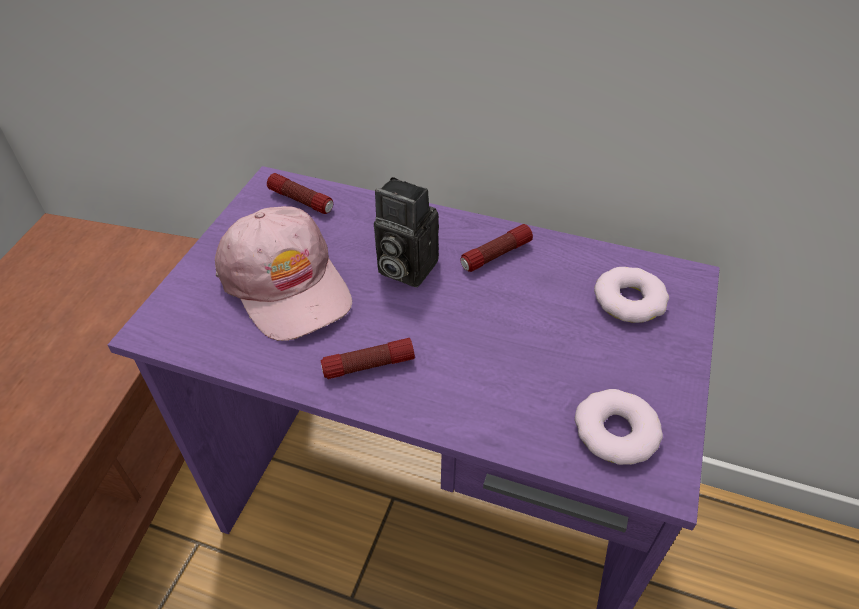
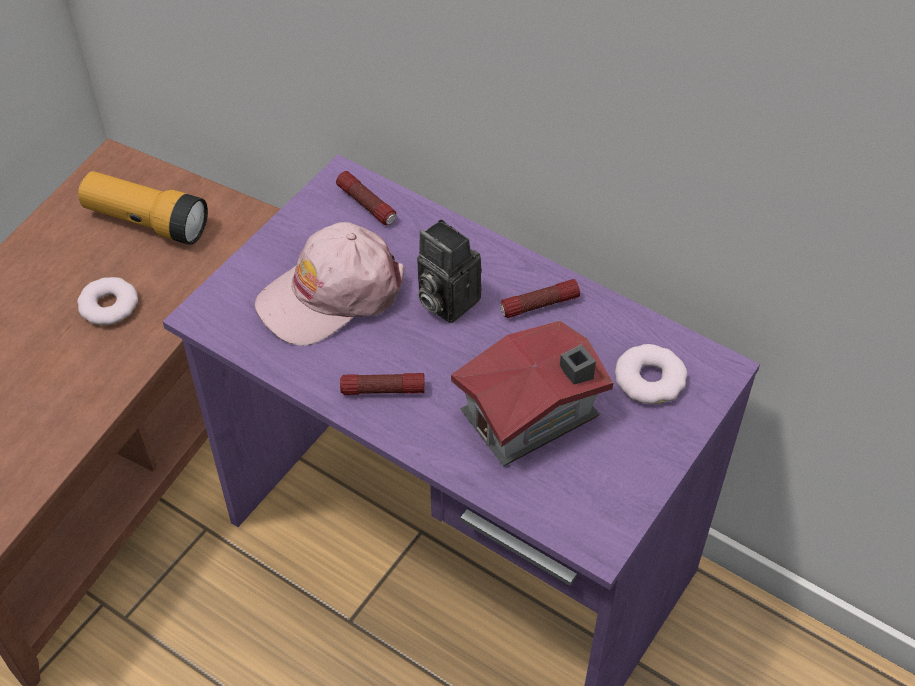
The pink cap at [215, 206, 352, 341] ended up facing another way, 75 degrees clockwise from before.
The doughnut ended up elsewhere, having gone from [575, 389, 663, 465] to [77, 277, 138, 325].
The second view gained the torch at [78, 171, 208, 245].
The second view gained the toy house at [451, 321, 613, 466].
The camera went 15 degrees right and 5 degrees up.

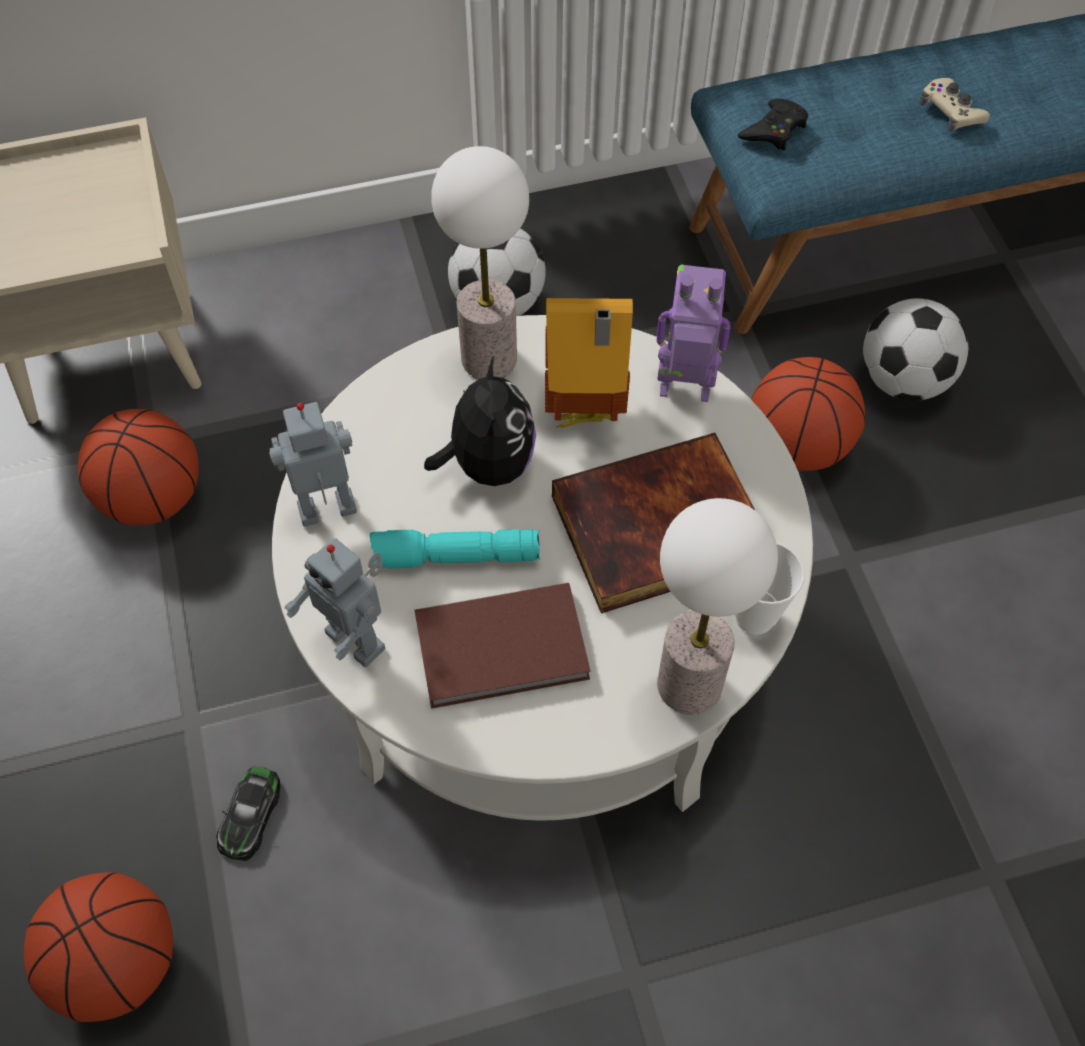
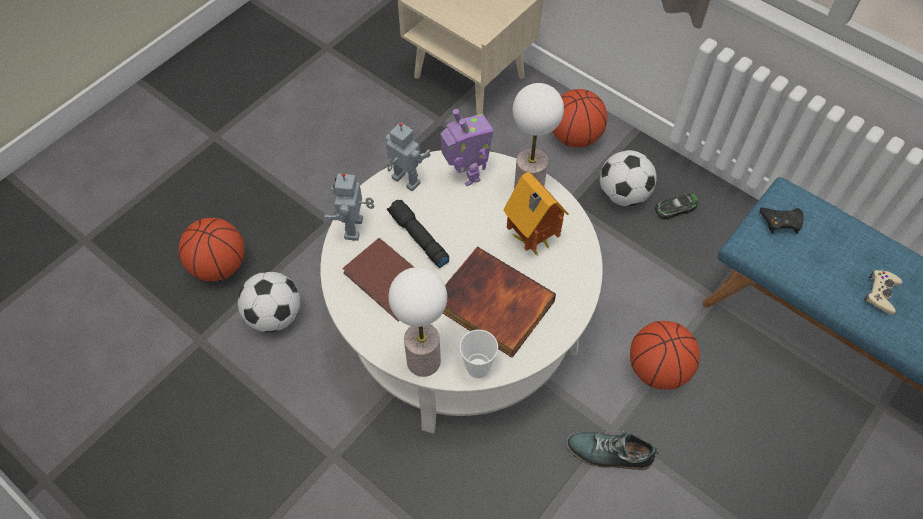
The robot figure ended up elsewhere, having gone from [656, 264, 731, 402] to [440, 109, 493, 186].
The ball for football ended up elsewhere, having gone from [863, 298, 968, 401] to [238, 271, 300, 332].
The second view lost the soft toy at [424, 357, 536, 486].
The basketball ended up elsewhere, having gone from [78, 409, 199, 525] to [552, 89, 607, 148].
What was the blue-green torch at [370, 529, 540, 568] turned into the black torch at [387, 200, 449, 268].
The model car ended up elsewhere, having gone from [217, 765, 280, 861] to [655, 193, 698, 220].
The second view gained the item of footwear at [566, 431, 661, 470].
The camera went 55 degrees right and 0 degrees up.

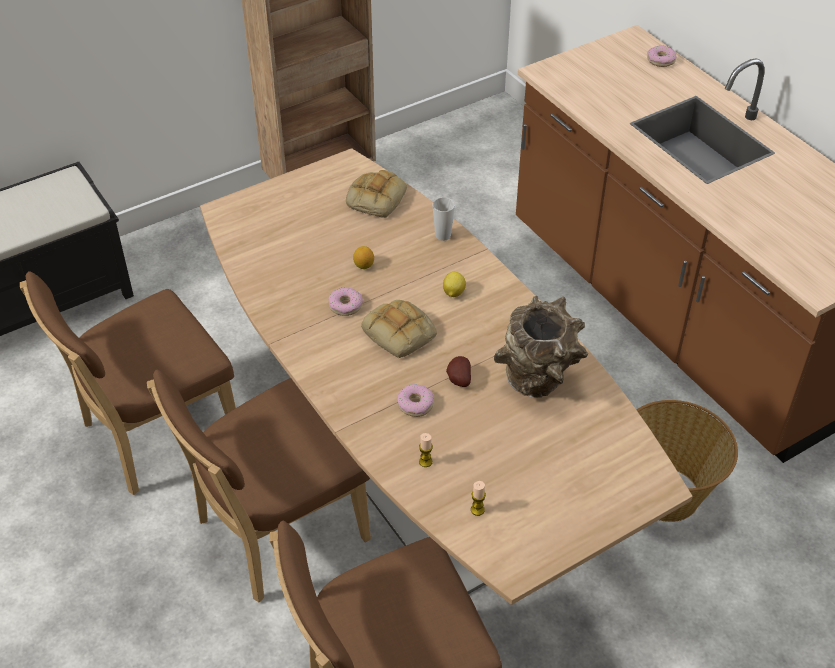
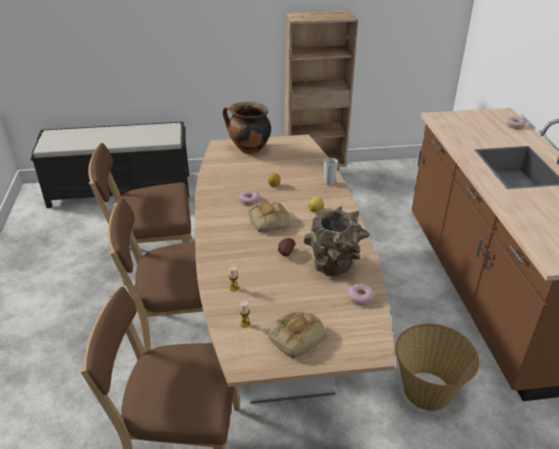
The bread ended up elsewhere, having gone from [346, 170, 407, 218] to [268, 312, 327, 359].
The doughnut ended up elsewhere, having gone from [397, 384, 434, 417] to [348, 283, 374, 305].
The second view gained the saucepot at [222, 102, 271, 154].
The camera went 25 degrees right and 10 degrees down.

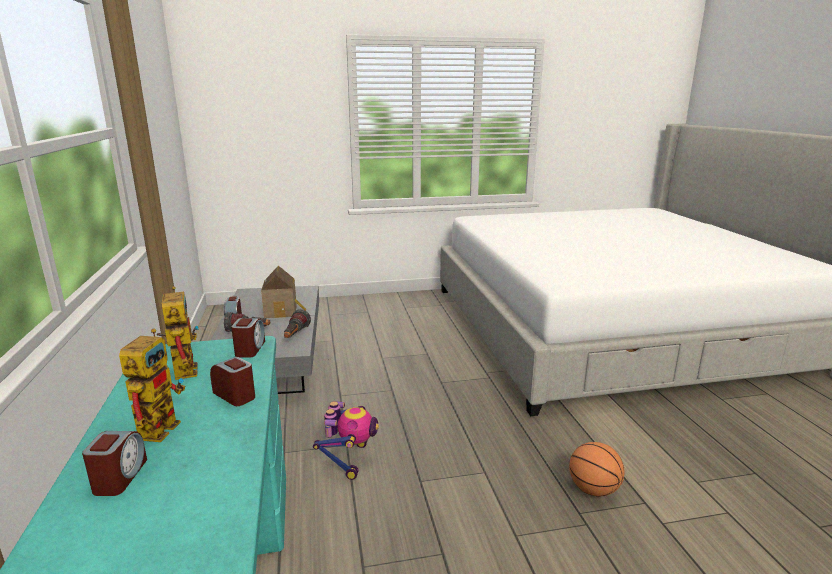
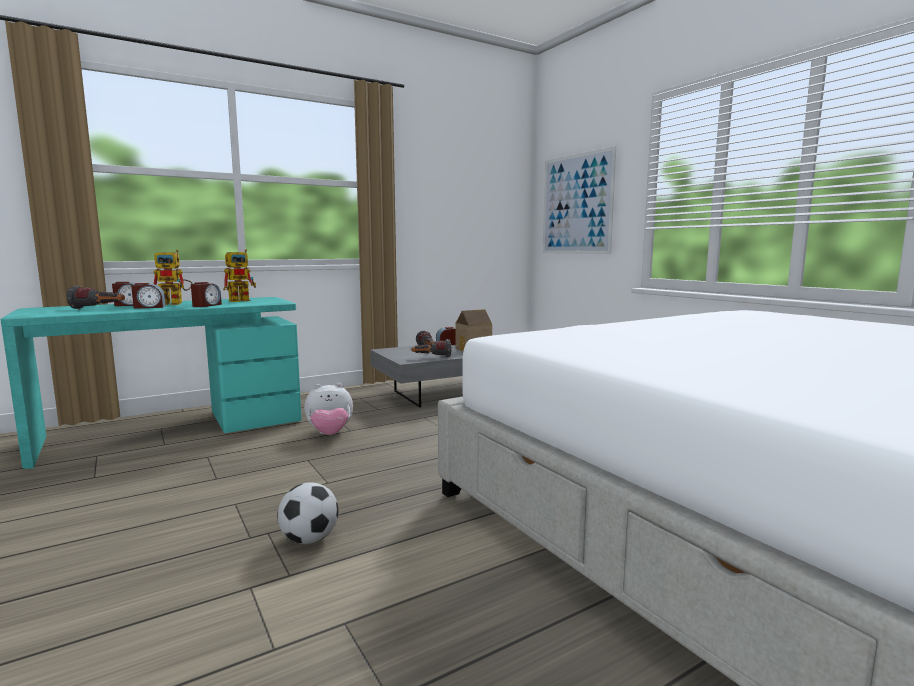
The alarm clock ended up elsewhere, having gone from [231, 318, 265, 358] to [131, 283, 166, 309].
Where the robot figure stood at [313, 401, 379, 480], the soft toy came to stand at [304, 383, 353, 435].
Where the basketball stood at [569, 442, 625, 496], the ball for football came to stand at [277, 482, 338, 544].
The second view gained the wall picture at [543, 146, 616, 254].
The second view gained the torch at [67, 286, 125, 309].
The camera went 70 degrees right and 10 degrees down.

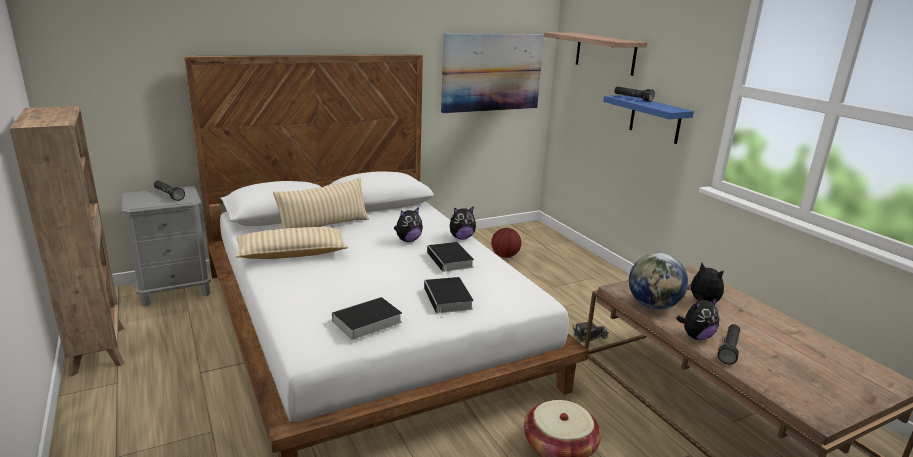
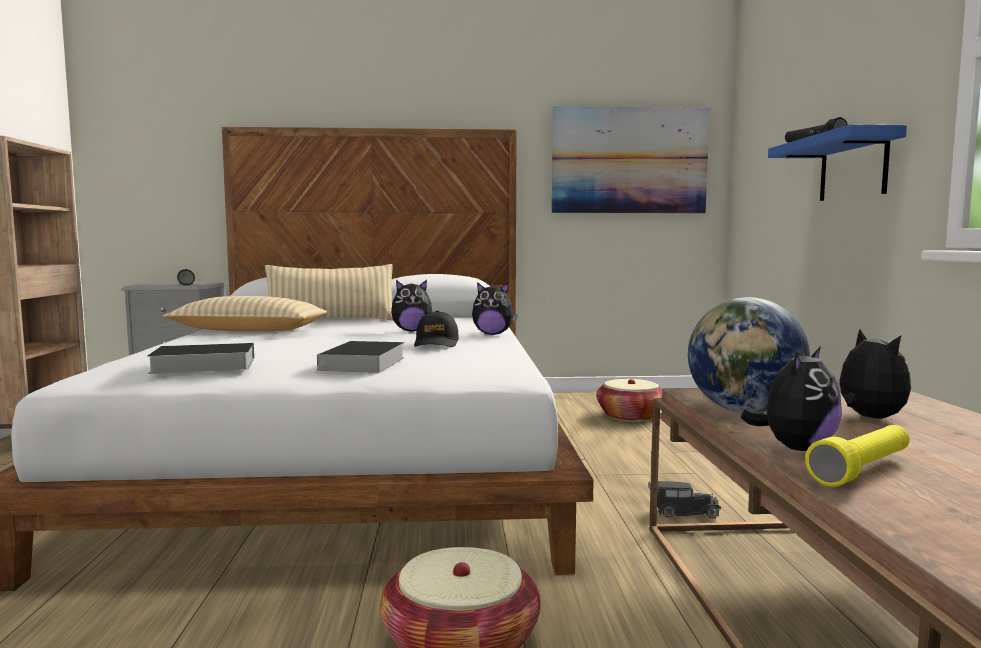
The second view lost the bracket shelf at [544, 32, 647, 76].
Where the basketball stood at [491, 228, 521, 258], the storage basket came to stand at [596, 379, 662, 422].
Where the bound book stood at [427, 242, 474, 275], the black cap came to stand at [414, 311, 459, 347].
The soft toy at [676, 297, 719, 340] ended up facing another way, 45 degrees counterclockwise from before.
What was the black torch at [718, 324, 740, 364] turned into the yellow torch at [805, 425, 910, 487].
The camera went 25 degrees right and 15 degrees down.

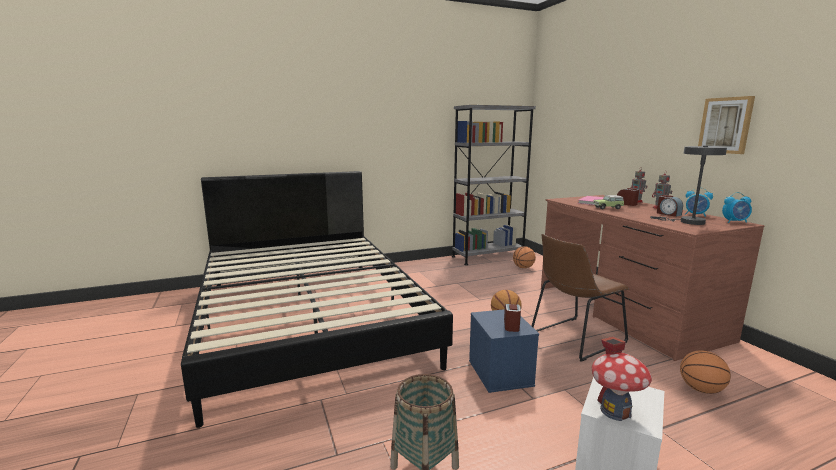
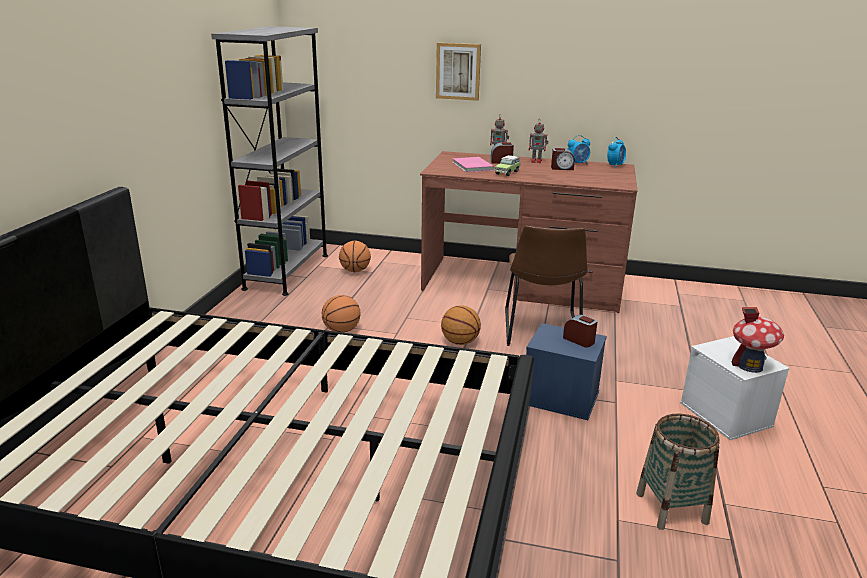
The wall picture ended up elsewhere, having gone from [698, 96, 755, 154] to [436, 43, 481, 101].
The second view lost the greyish lamp for a table at [650, 146, 727, 225].
The basketball ended up elsewhere, having gone from [680, 350, 731, 394] to [322, 295, 360, 333].
The camera went 55 degrees left and 10 degrees up.

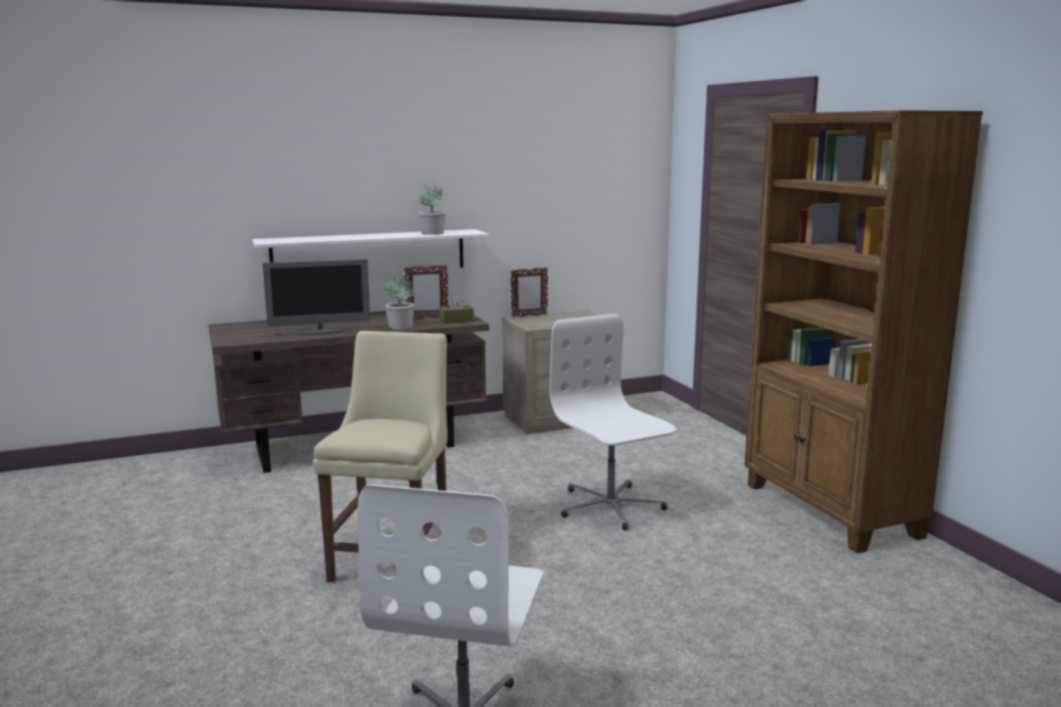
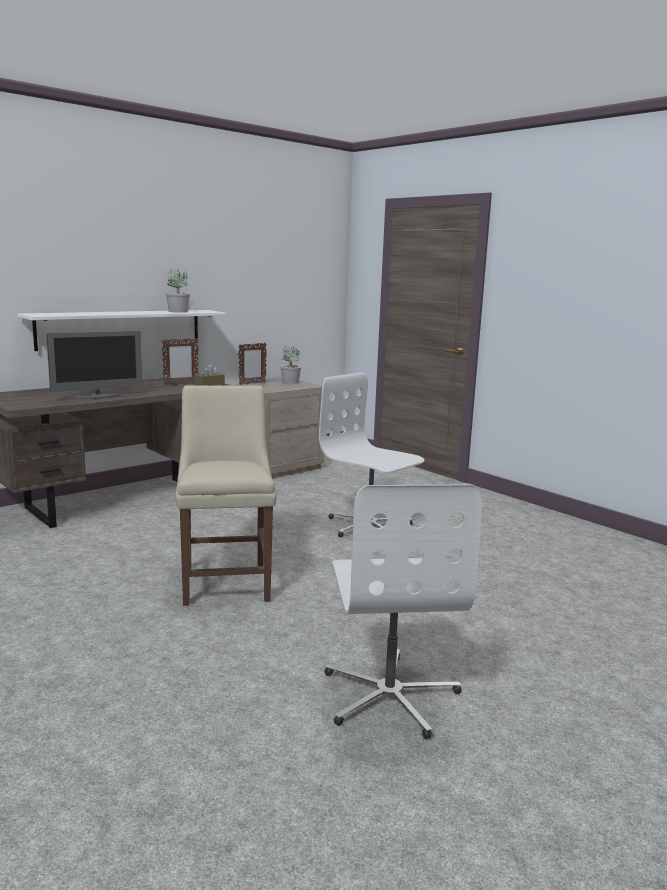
The second view lost the brownish shelving unit at [744, 110, 983, 553].
The houseplant ended up elsewhere, having gone from [385, 274, 414, 329] to [280, 345, 301, 384].
The camera went 20 degrees left and 0 degrees up.

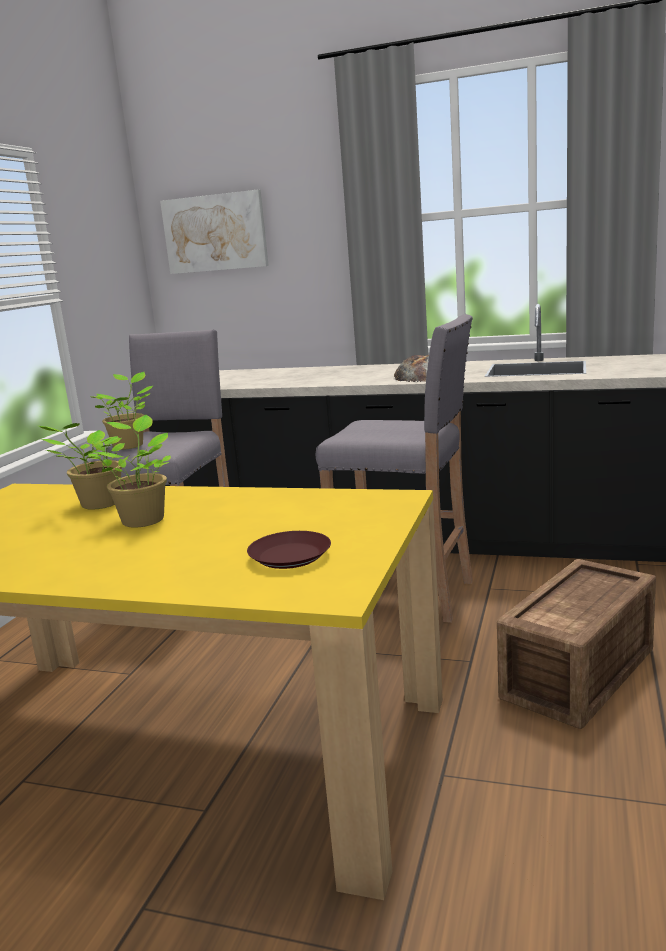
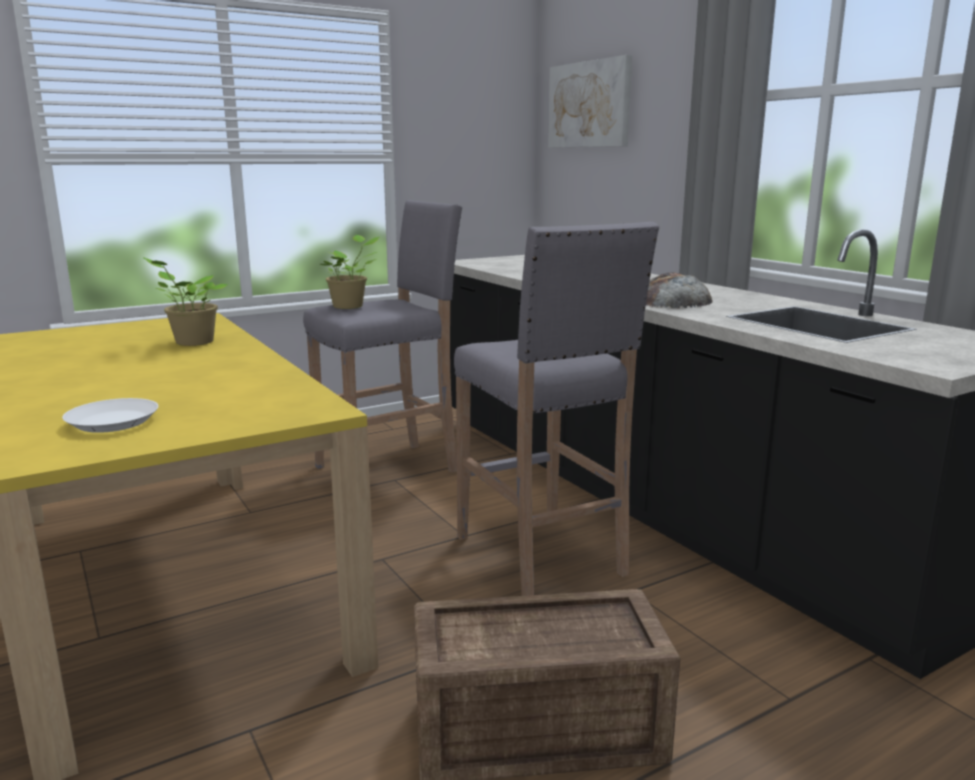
The second view lost the houseplant at [87, 415, 171, 528].
What was the brownish plate at [247, 531, 331, 569] turned into the whitish plate at [62, 398, 158, 433].
The camera went 40 degrees right and 0 degrees up.

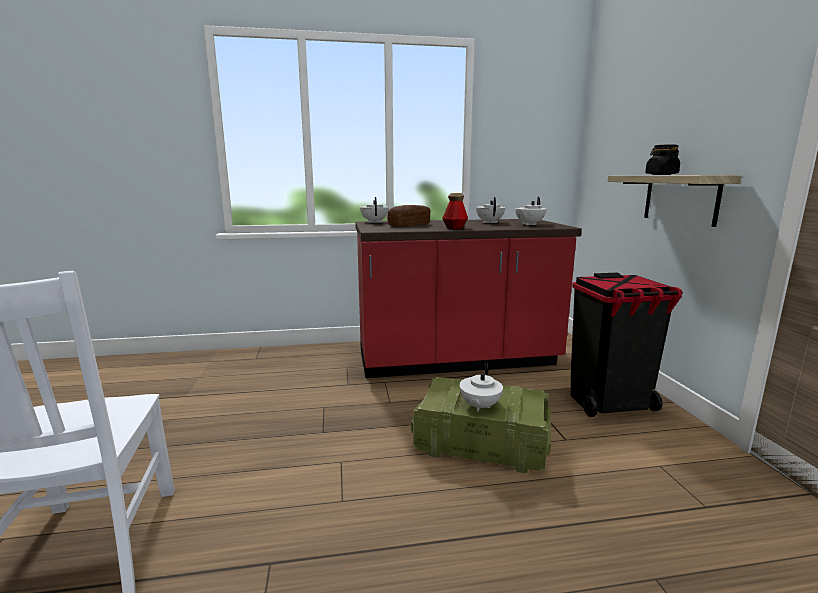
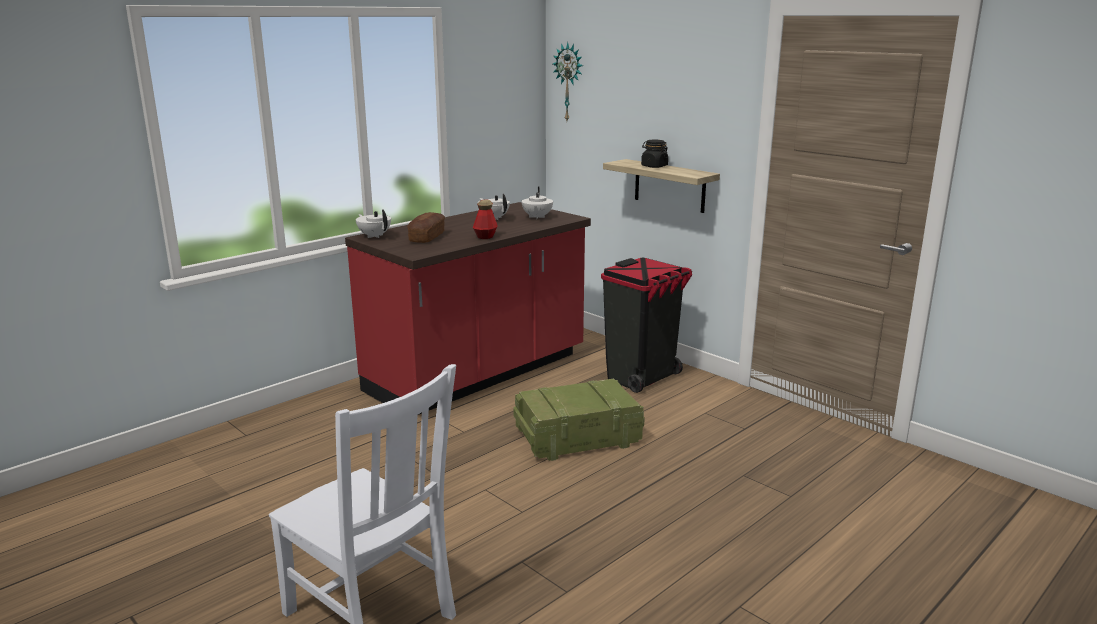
The second view lost the whitish teapot at [459, 363, 503, 412].
The second view gained the wall clock at [553, 42, 583, 120].
The camera went 35 degrees left and 5 degrees up.

